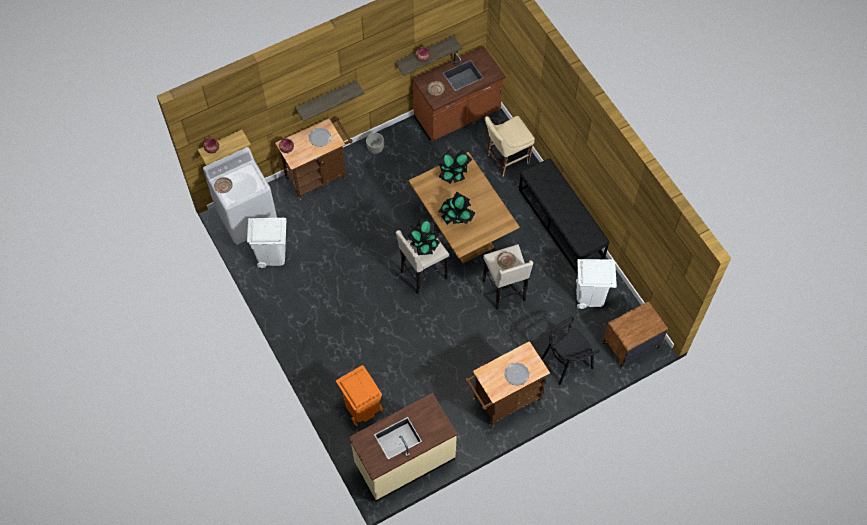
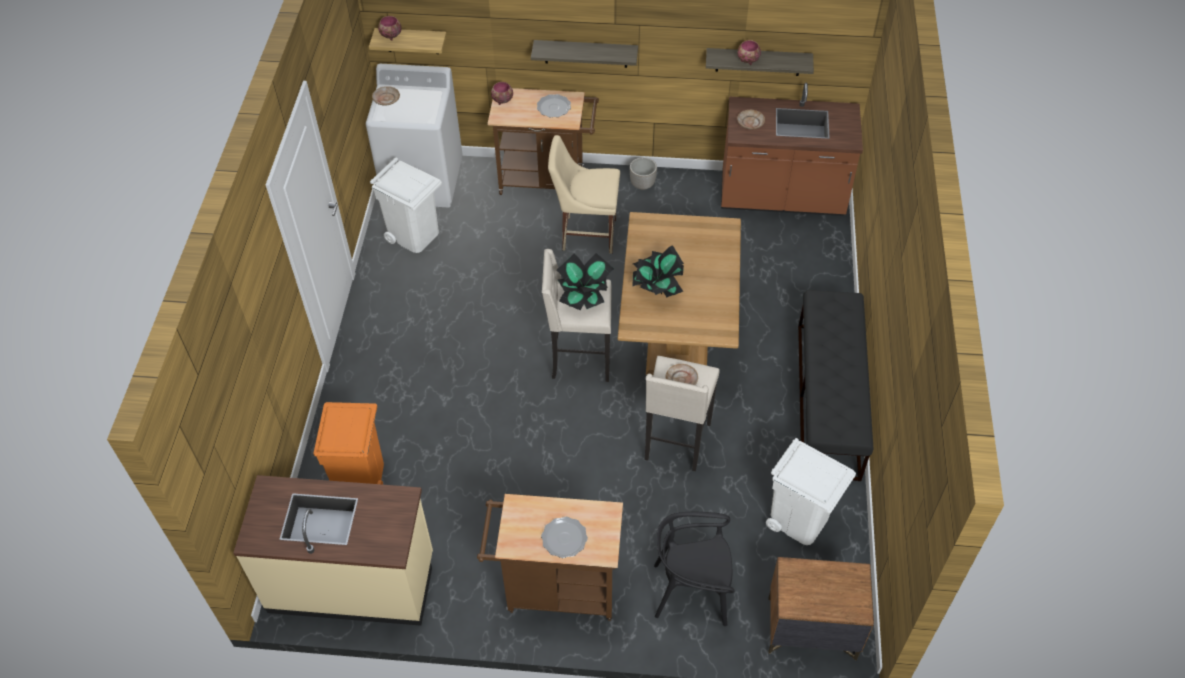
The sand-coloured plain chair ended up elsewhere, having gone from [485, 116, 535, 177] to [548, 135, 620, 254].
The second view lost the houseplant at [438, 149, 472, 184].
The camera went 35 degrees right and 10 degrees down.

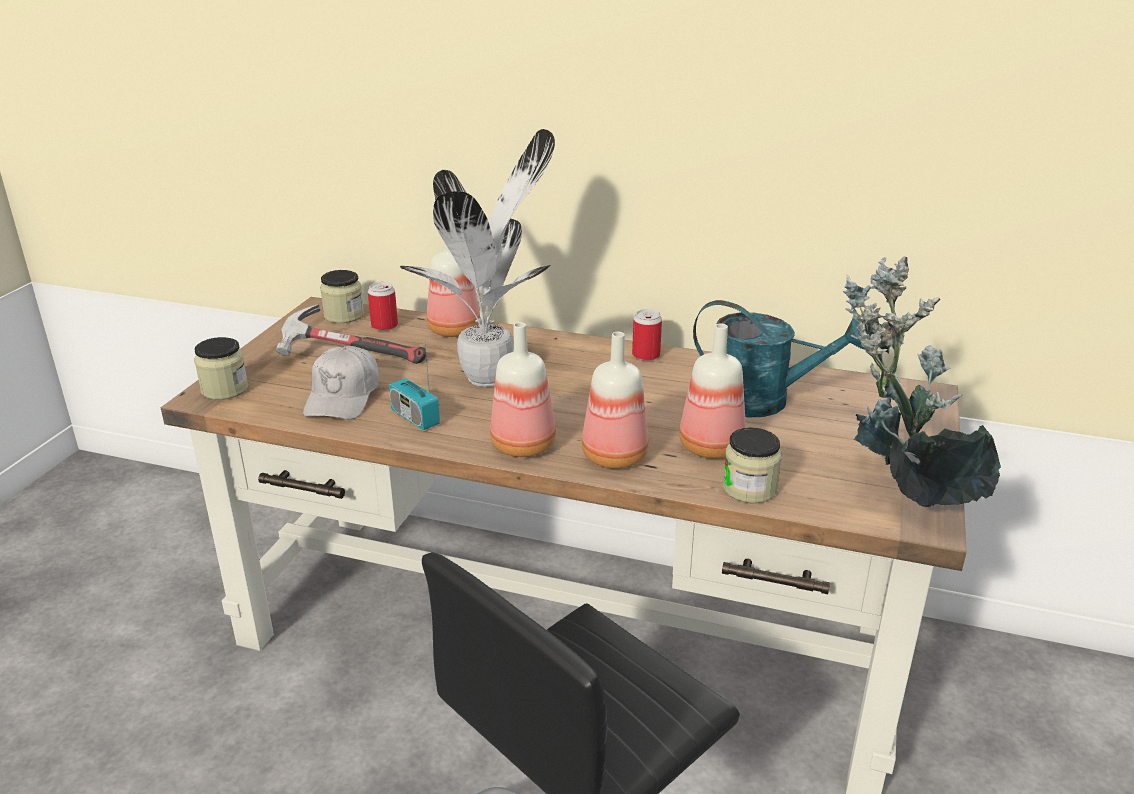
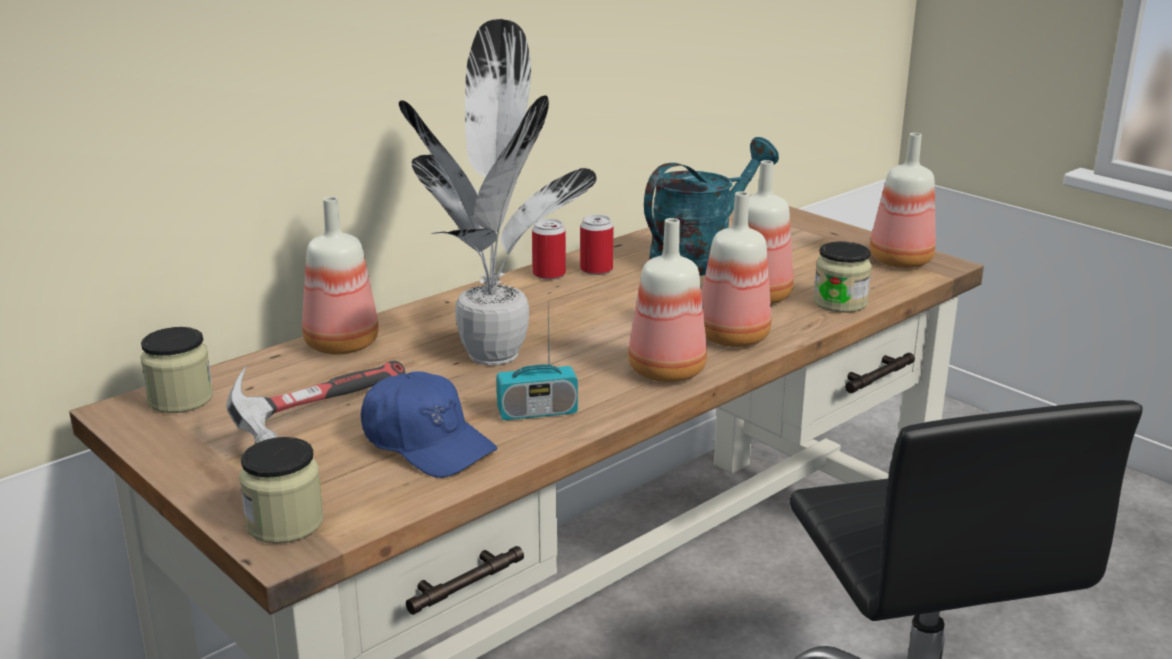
Where the houseplant stood at [842, 256, 1001, 507], the beverage bottle came to stand at [870, 133, 936, 268].
The metal can ended up elsewhere, having gone from [368, 282, 398, 331] to [580, 215, 614, 275].
What was the whitish cap at [303, 346, 379, 420] turned into the blue cap at [361, 371, 497, 478].
The camera went 60 degrees left and 5 degrees down.

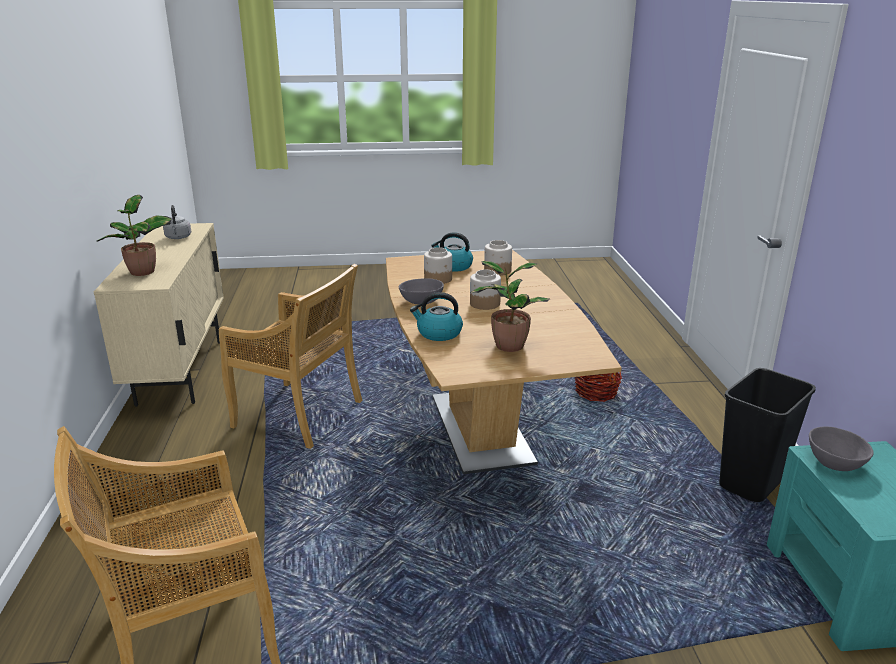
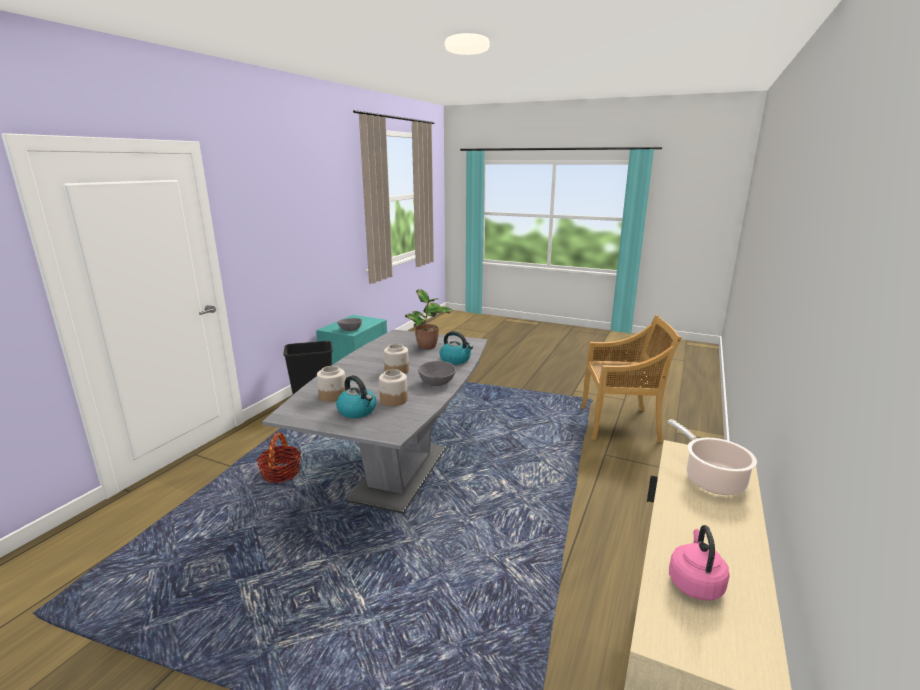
Where the houseplant stood at [97, 195, 172, 276], the saucepot came to stand at [668, 419, 757, 495].
What was the greyish water kettle at [163, 205, 191, 239] turned into the pink water kettle at [669, 525, 730, 601].
What was the brownish dinner table at [386, 250, 622, 474] turned into the greyish dinner table at [262, 329, 487, 514].
The second view lost the sand-coloured plain chair at [219, 264, 363, 449].
The camera went 150 degrees left and 5 degrees down.

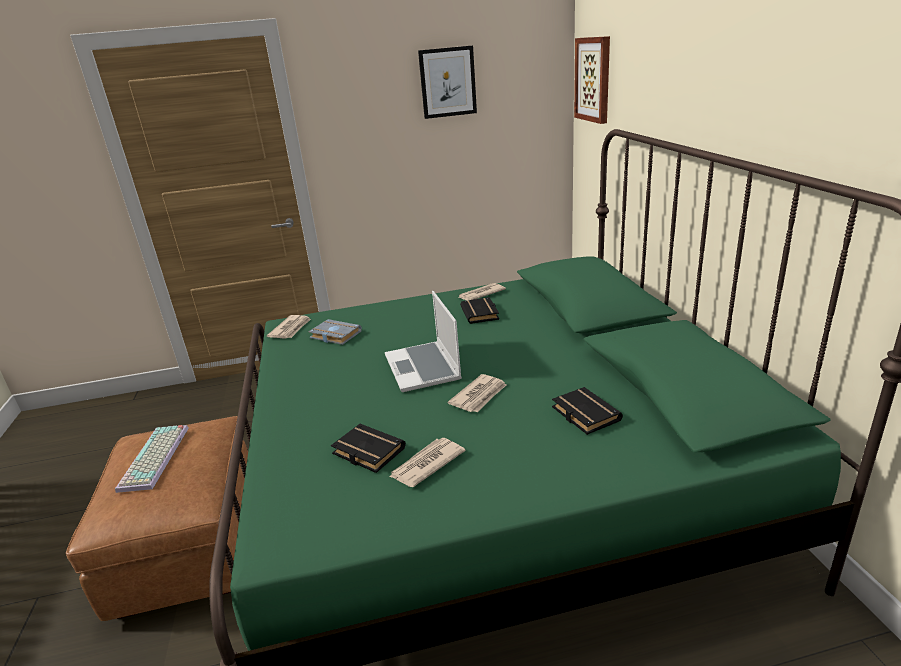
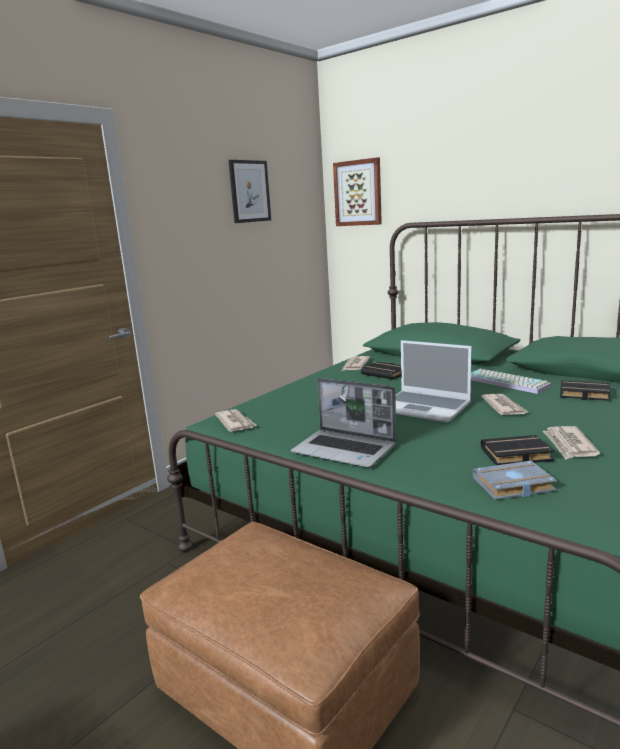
The greyish bound book ended up elsewhere, having gone from [308, 319, 362, 345] to [473, 461, 557, 500].
The PC keyboard ended up elsewhere, having gone from [115, 425, 189, 493] to [471, 369, 552, 394].
The second view gained the notebook computer at [291, 378, 396, 467].
The camera went 40 degrees left and 10 degrees down.

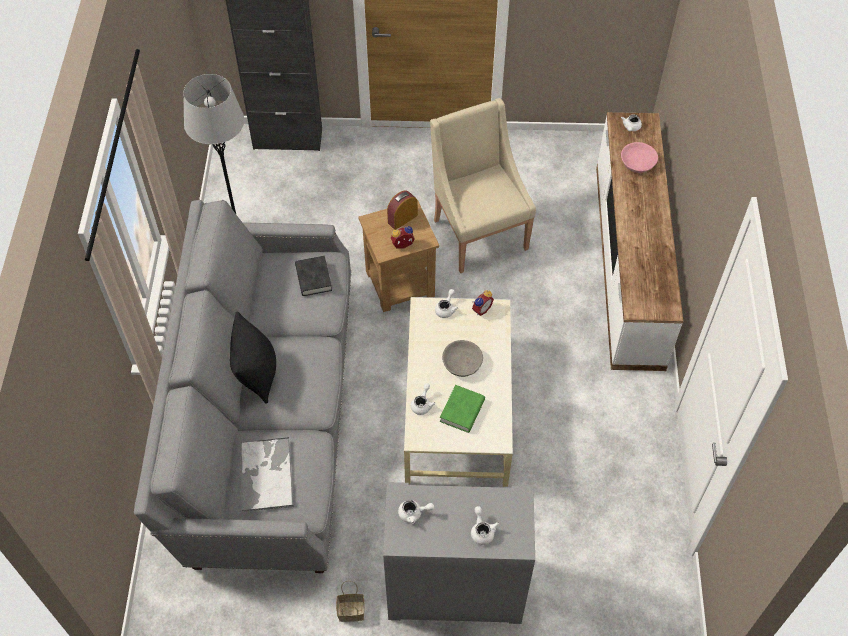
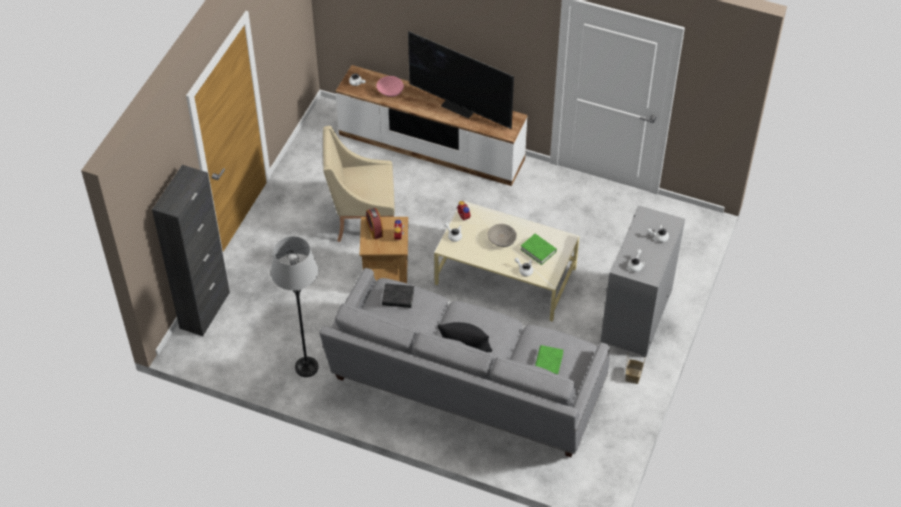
Where the serving tray stood at [240, 437, 294, 512], the greenish bound book came to stand at [535, 345, 563, 374].
The second view gained the television at [408, 31, 514, 129].
The camera went 70 degrees left and 5 degrees down.

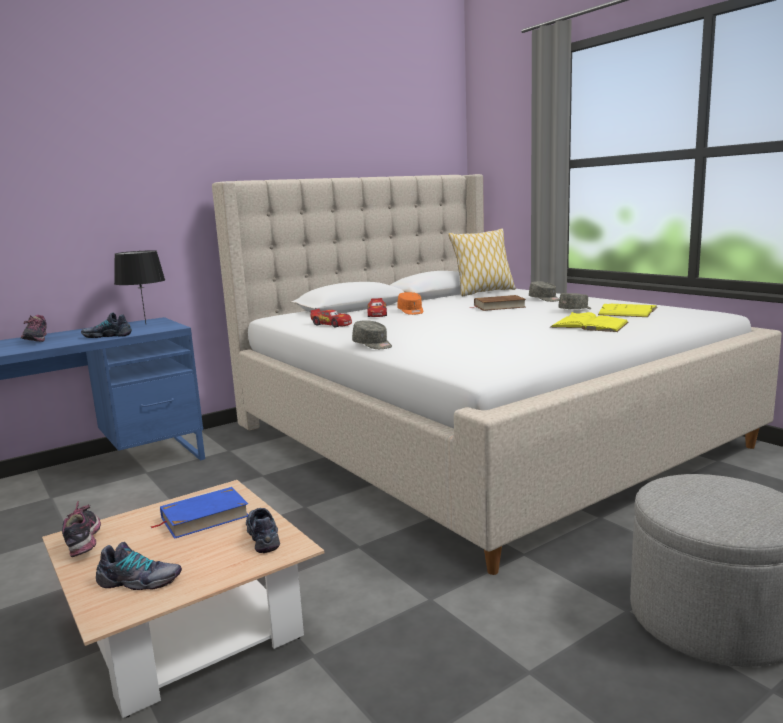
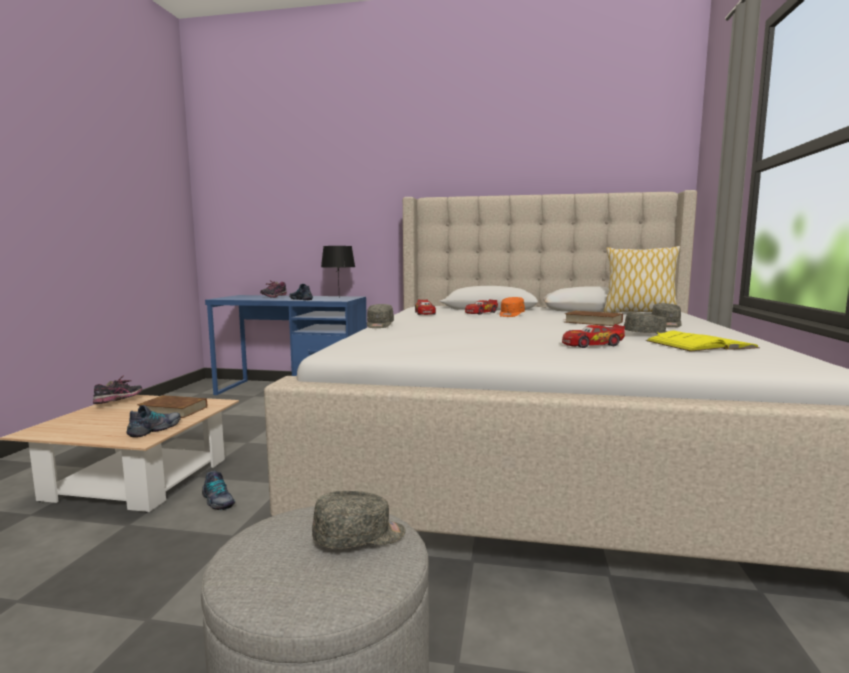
Where the yellow bound book stood at [550, 312, 629, 332], the model car came to stand at [562, 324, 625, 348].
What was the blue bound book at [151, 487, 248, 539] turned into the brownish bound book at [137, 395, 207, 418].
The item of footwear ended up elsewhere, having gone from [96, 542, 182, 590] to [202, 471, 235, 510].
The second view gained the greyish cap at [312, 491, 405, 549].
The camera went 45 degrees right and 5 degrees down.

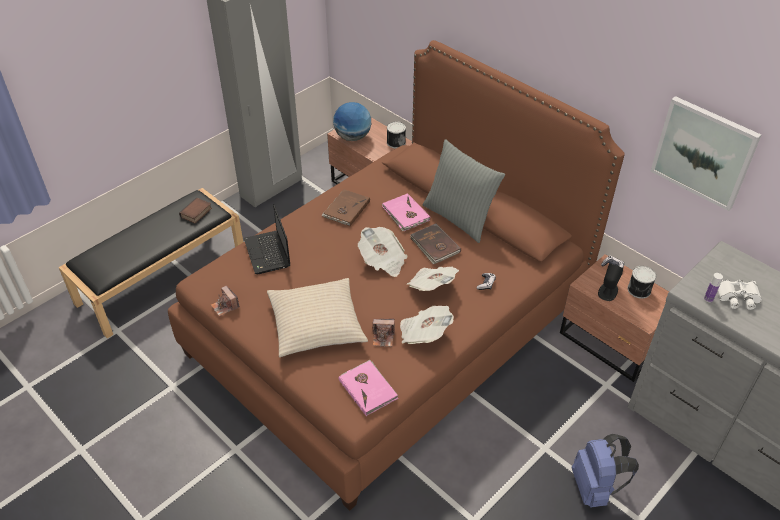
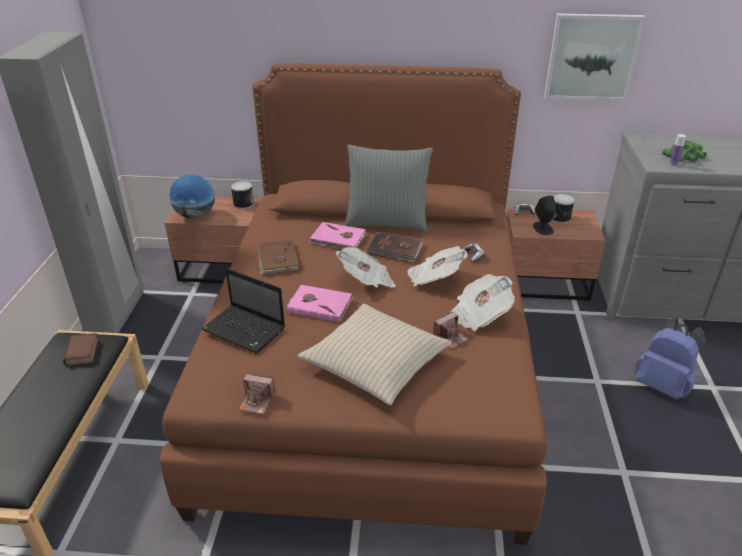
What was the whitish field glasses at [718, 280, 762, 310] turned into the greenish field glasses at [662, 140, 707, 163].
The pink bound book ended up elsewhere, having gone from [339, 360, 398, 416] to [287, 285, 353, 322].
The camera went 40 degrees left and 10 degrees down.

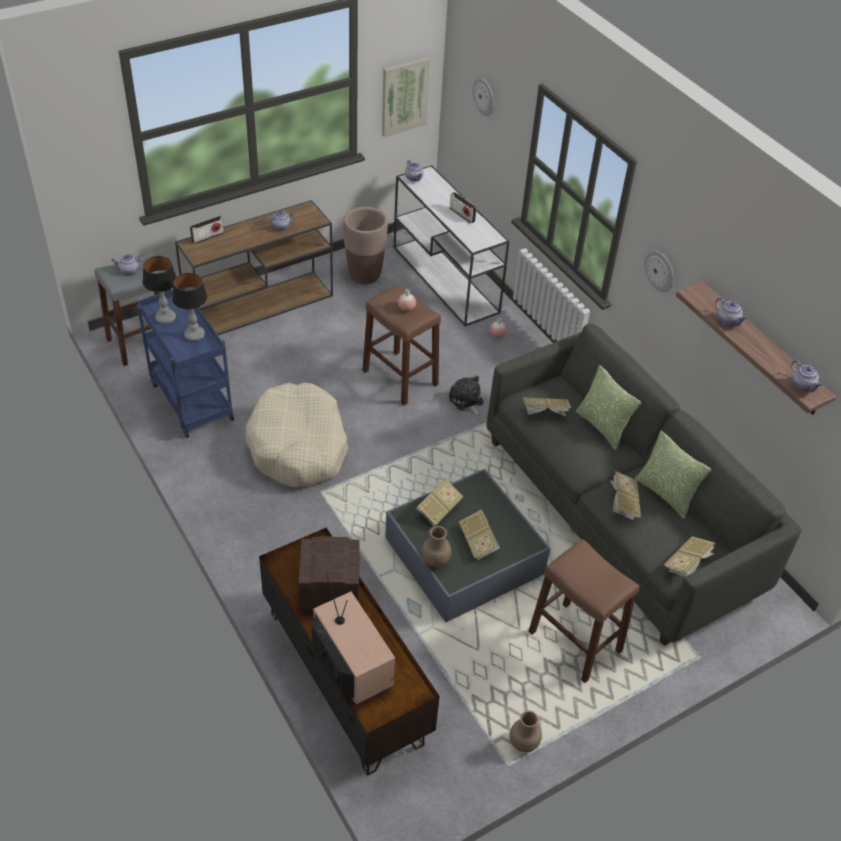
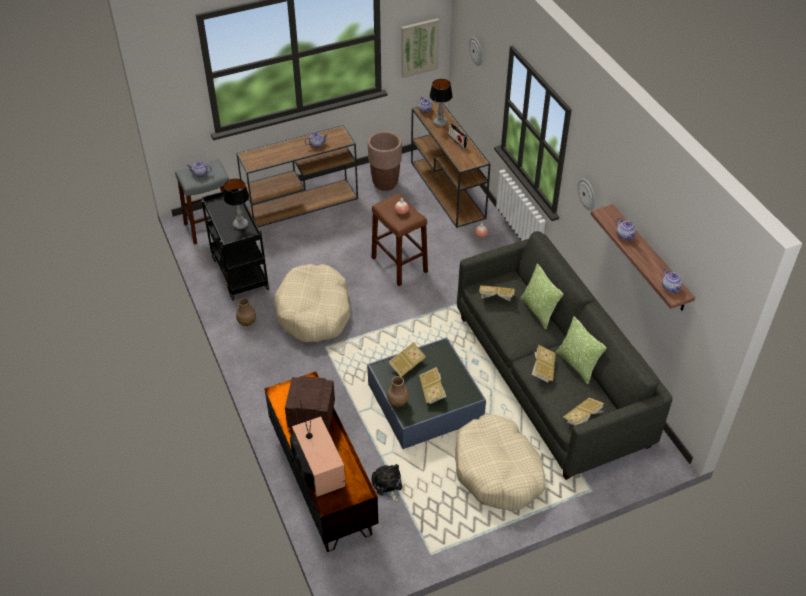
What was the whitish console table at [394, 165, 510, 326] turned into the brownish console table at [411, 102, 491, 228].
The second view lost the radio receiver at [190, 216, 224, 244].
The lamp for a table ended up elsewhere, having gone from [142, 256, 176, 324] to [430, 79, 453, 127].
What was the blue cart at [137, 288, 234, 438] turned into the black cart at [201, 189, 269, 301].
The soft toy ended up elsewhere, having gone from [449, 375, 484, 416] to [372, 464, 403, 502].
Where the brownish sitting stool stood at [528, 539, 640, 683], the sand-coloured dog bed came to stand at [455, 414, 546, 511].
The brownish vase ended up elsewhere, having gone from [510, 711, 542, 752] to [236, 297, 256, 326].
The camera went 10 degrees right and 0 degrees up.

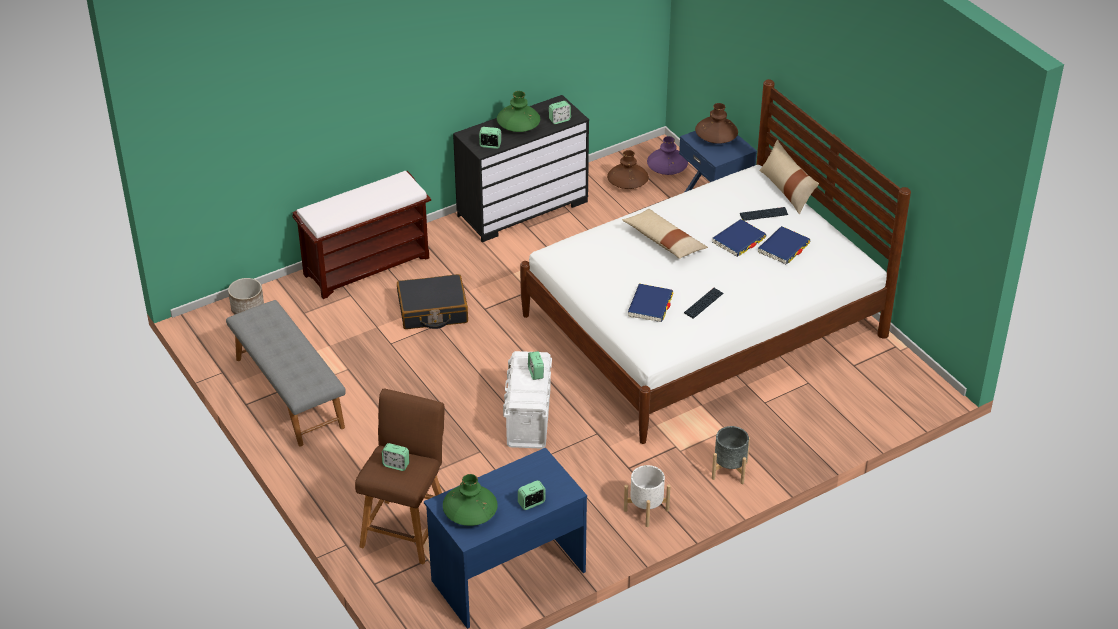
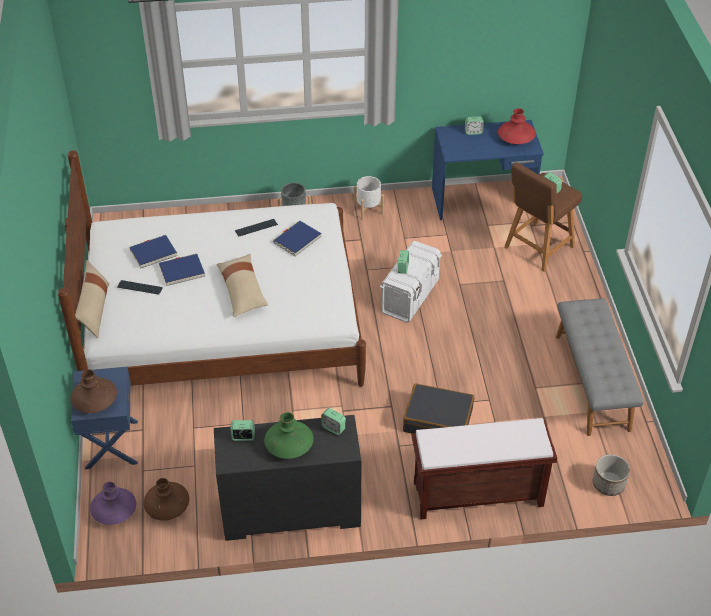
What was the greenish vase at [443, 474, 498, 526] turned into the red vase at [498, 108, 536, 144].
The camera went 155 degrees left and 5 degrees up.

